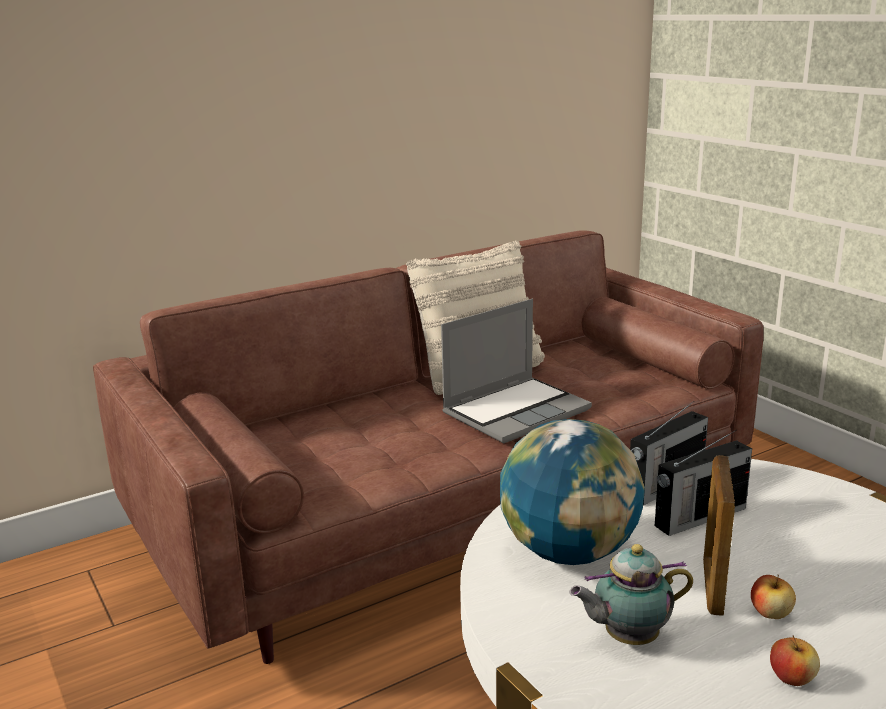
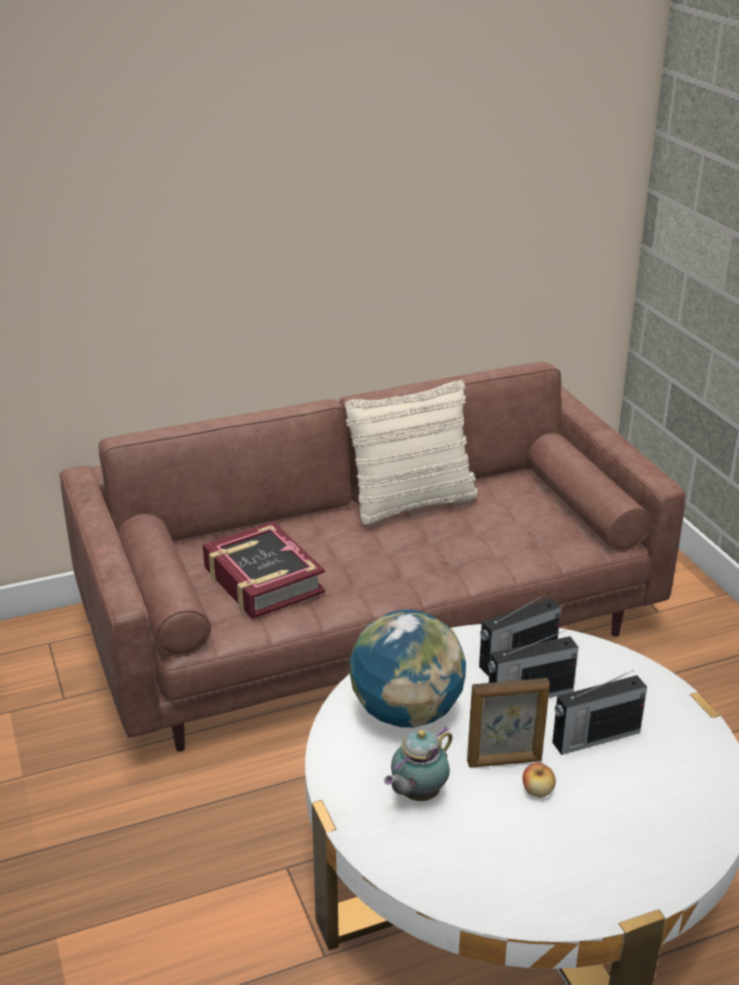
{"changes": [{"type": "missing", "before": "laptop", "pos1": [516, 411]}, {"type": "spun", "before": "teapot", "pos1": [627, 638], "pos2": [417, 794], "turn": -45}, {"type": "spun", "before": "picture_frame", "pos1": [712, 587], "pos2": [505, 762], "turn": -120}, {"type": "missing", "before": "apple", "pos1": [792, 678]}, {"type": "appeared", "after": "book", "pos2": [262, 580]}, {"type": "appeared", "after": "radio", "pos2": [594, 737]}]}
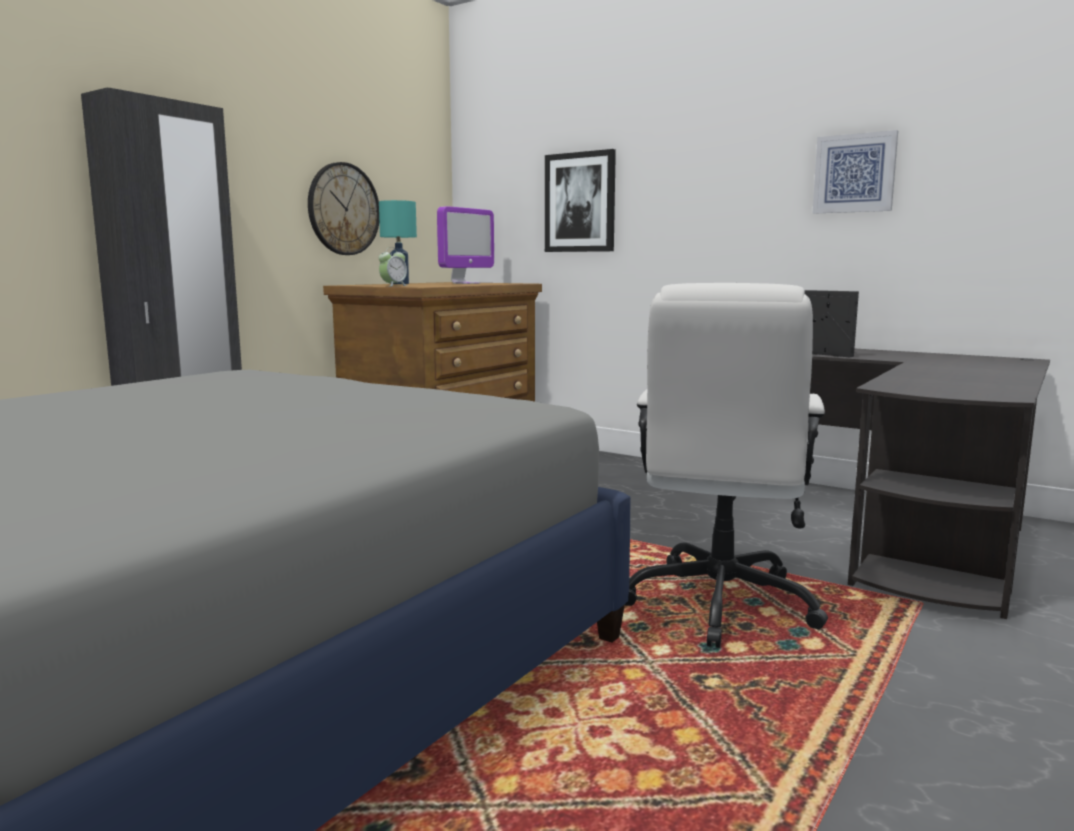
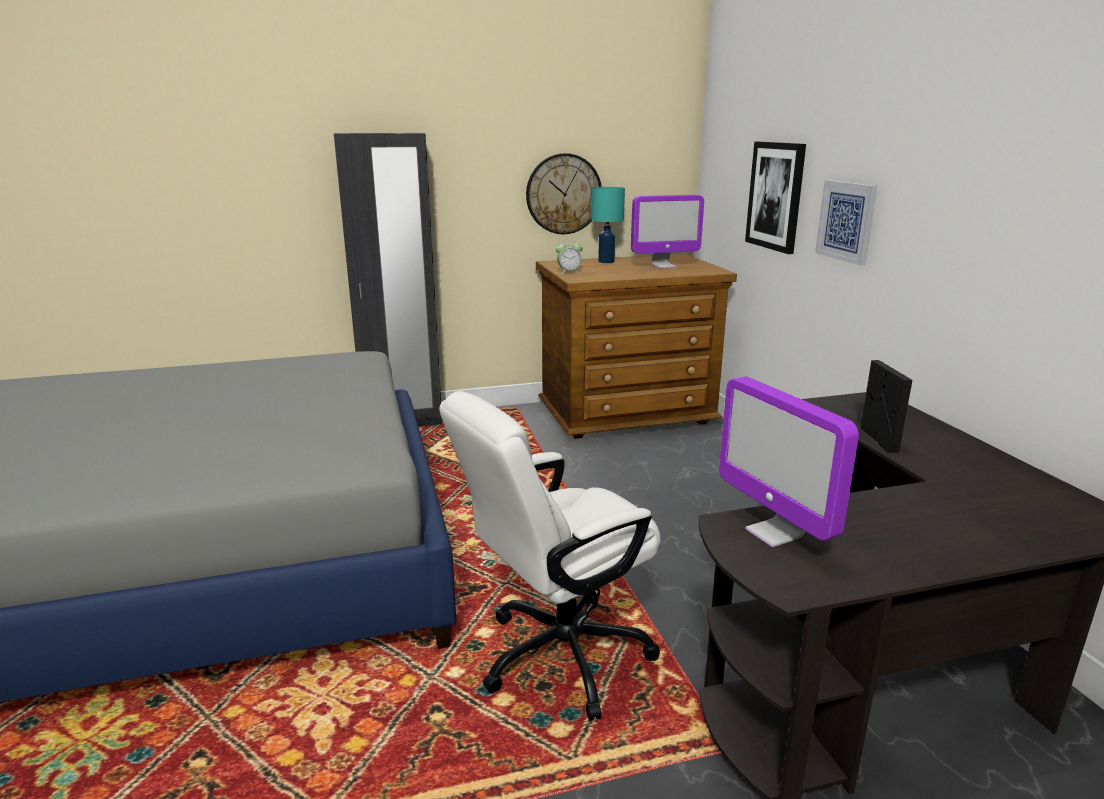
{"changes": [{"type": "relocated", "before": "picture", "pos1": [854, 173], "pos2": [847, 221]}, {"type": "appeared", "after": "monitor", "pos2": [774, 533]}]}
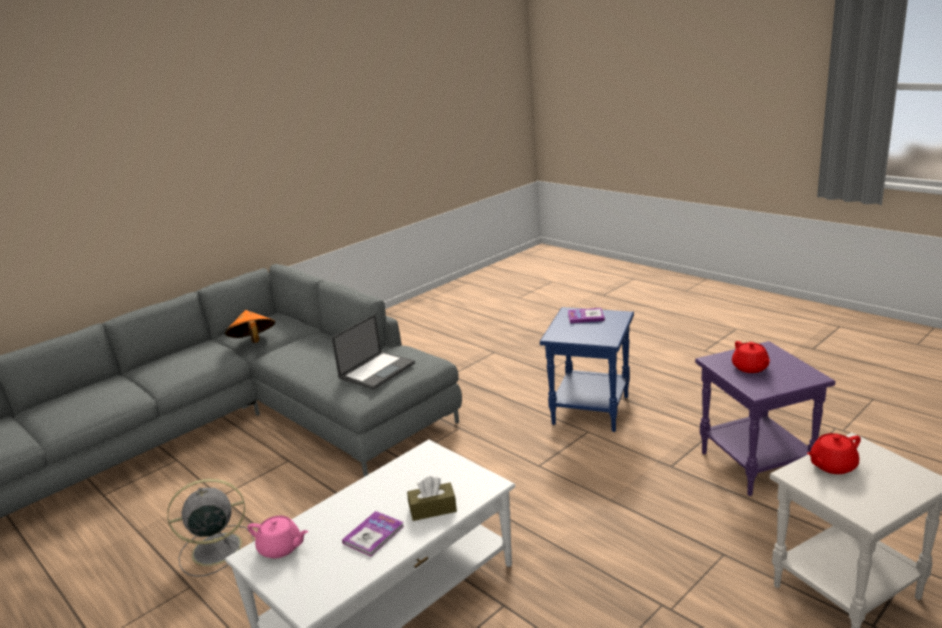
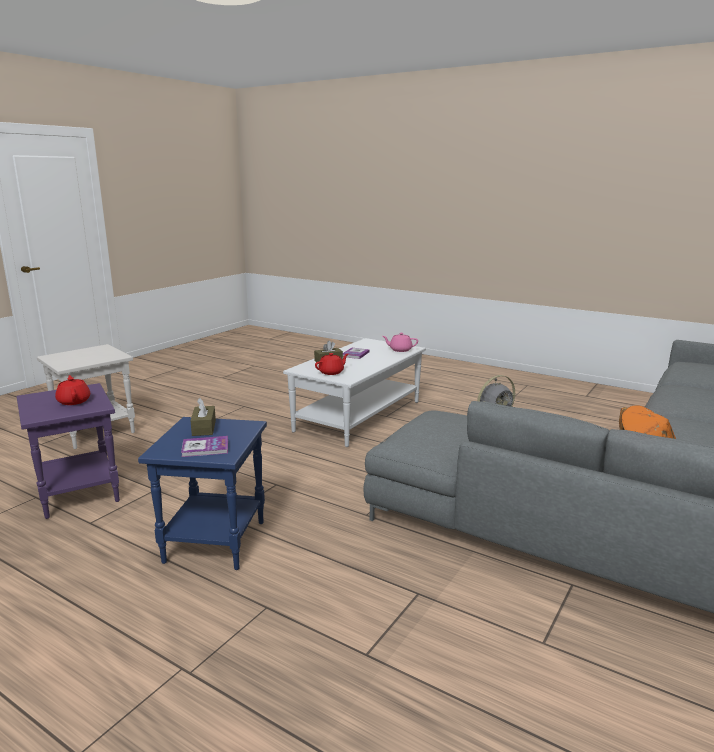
{"changes": [{"type": "missing", "before": "laptop", "pos1": [377, 370]}, {"type": "relocated", "before": "red_teapot", "pos1": [832, 465], "pos2": [331, 372]}, {"type": "appeared", "after": "brown_tissue_box", "pos2": [204, 428]}]}
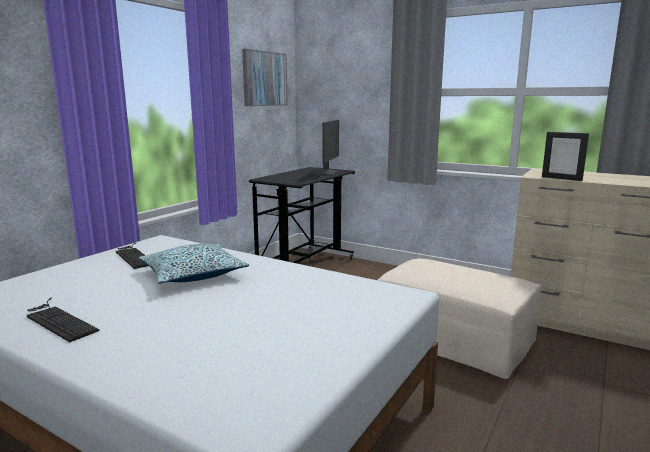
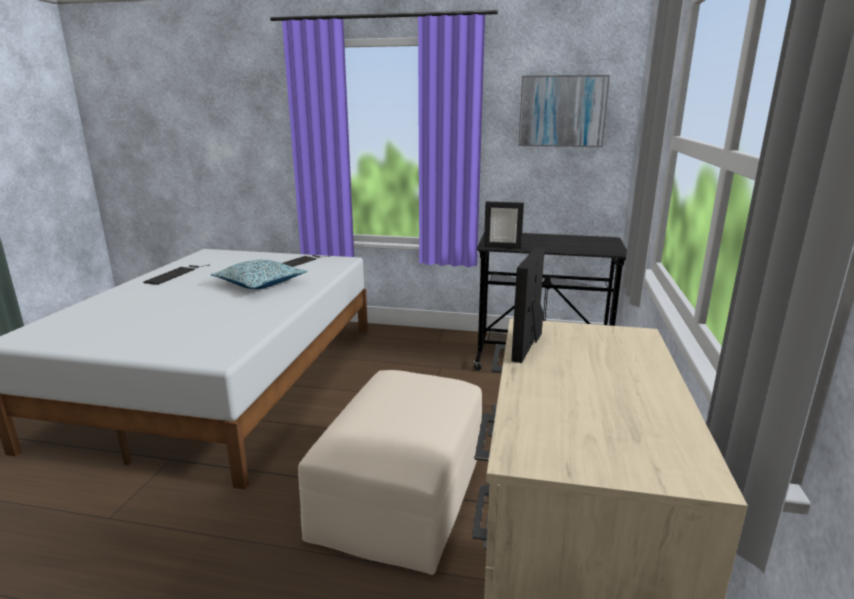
{"changes": [{"type": "missing", "before": "monitor", "pos1": [327, 173]}, {"type": "appeared", "after": "picture_frame", "pos2": [502, 247]}]}
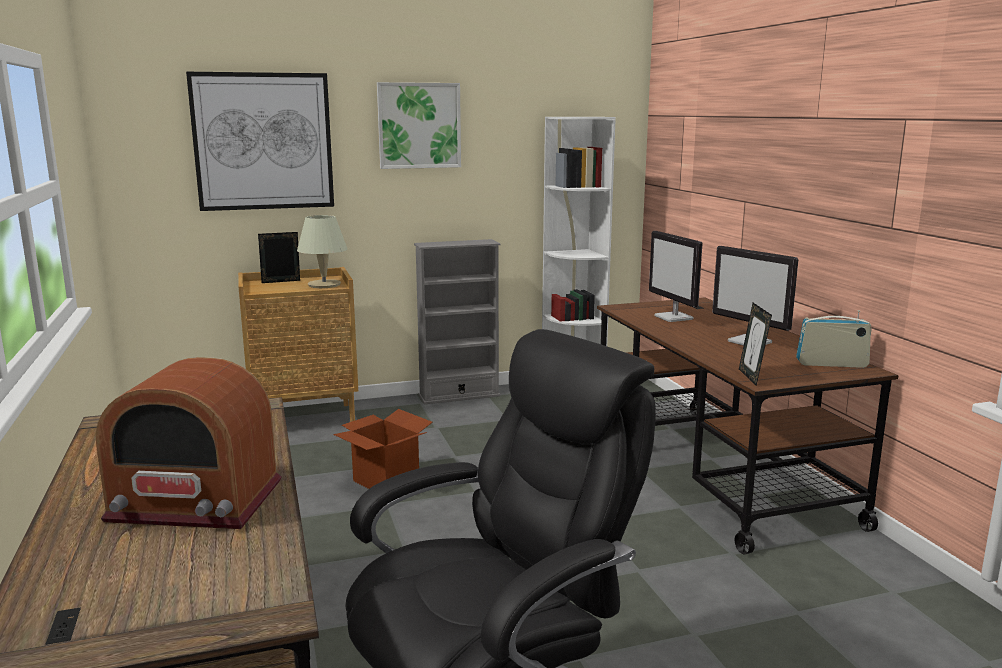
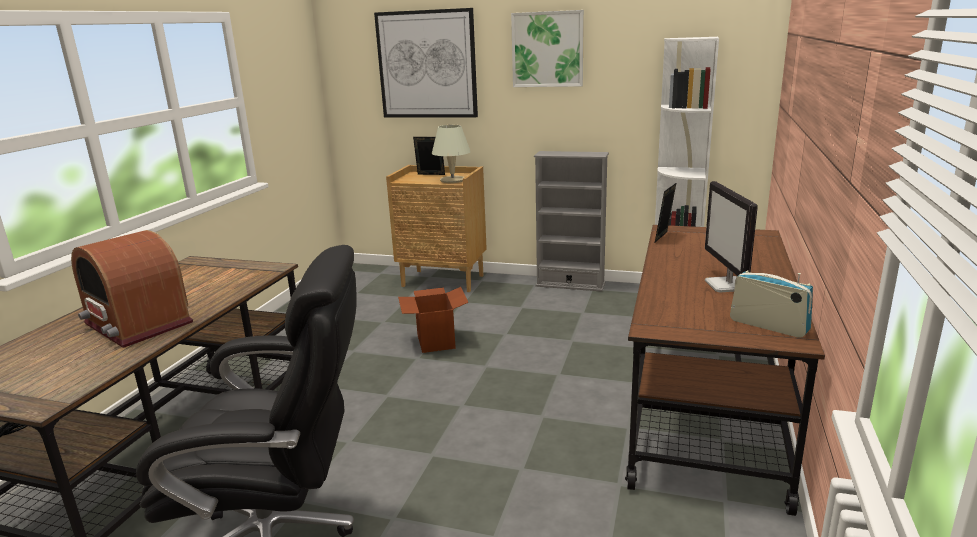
{"changes": [{"type": "missing", "before": "monitor", "pos1": [674, 318]}, {"type": "relocated", "before": "picture_frame", "pos1": [751, 377], "pos2": [664, 237]}]}
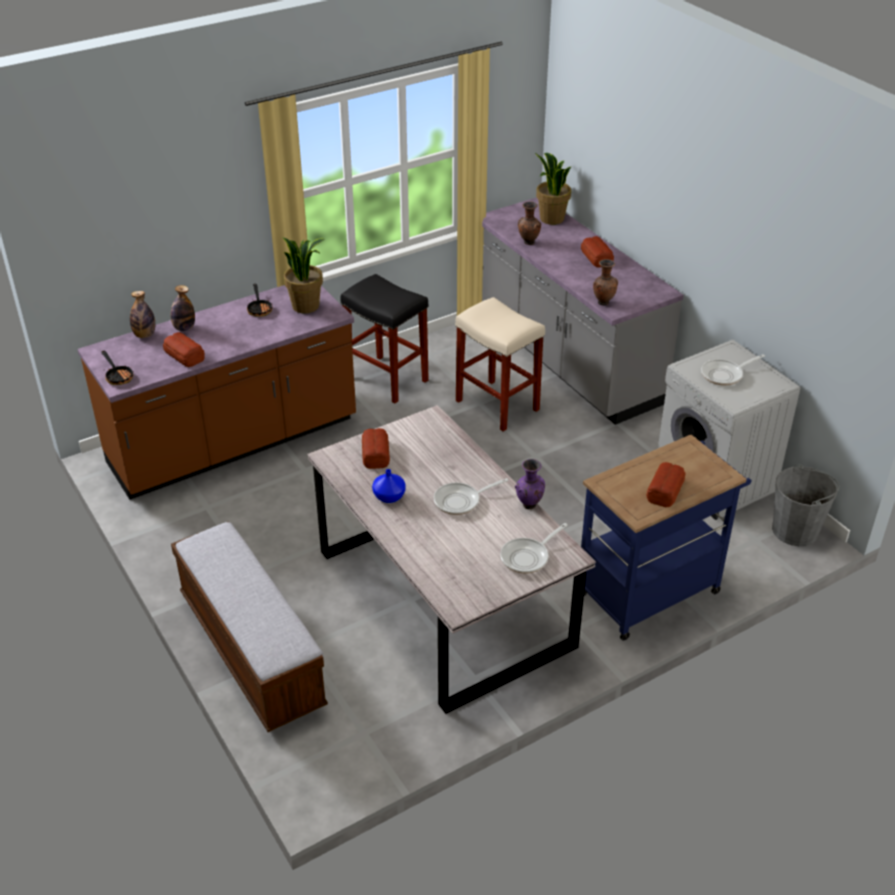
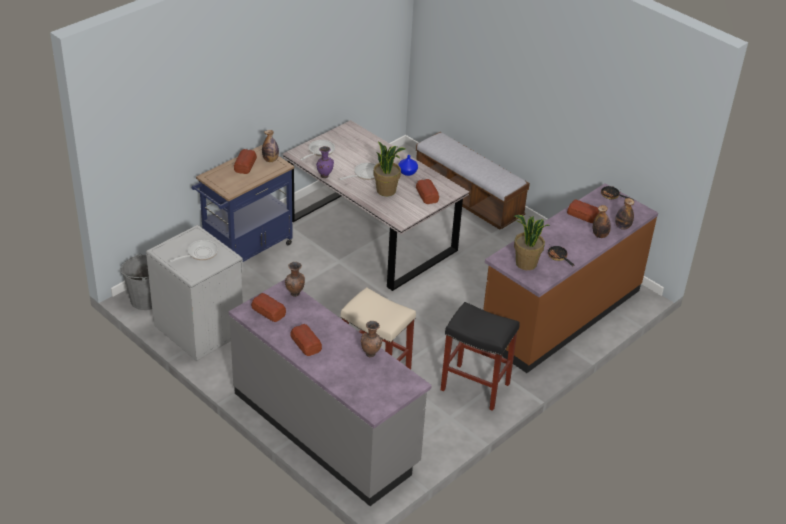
{"changes": [{"type": "relocated", "before": "potted_plant", "pos1": [551, 219], "pos2": [386, 190]}, {"type": "appeared", "after": "bread", "pos2": [268, 311]}, {"type": "appeared", "after": "bottle", "pos2": [270, 160]}]}
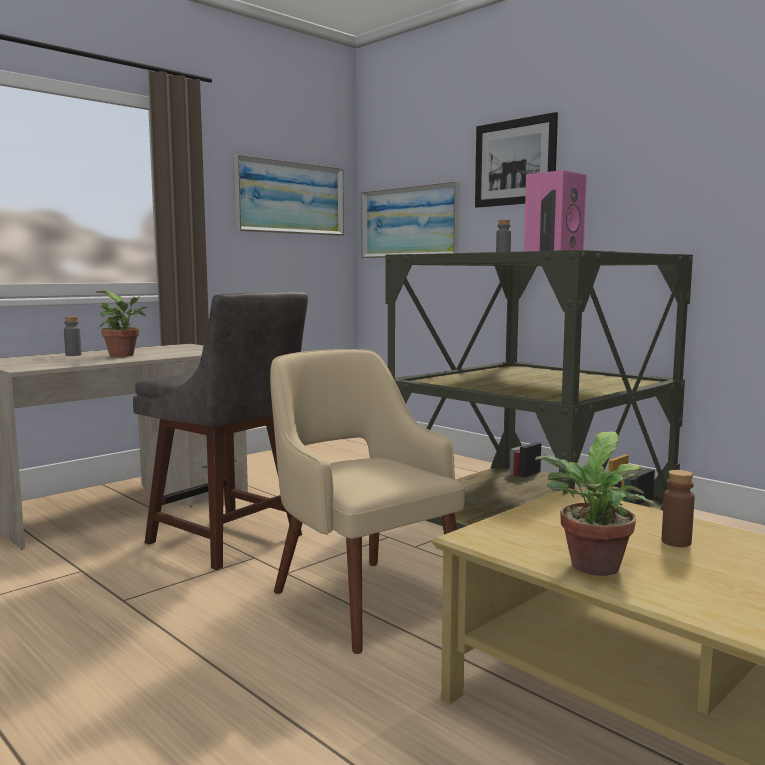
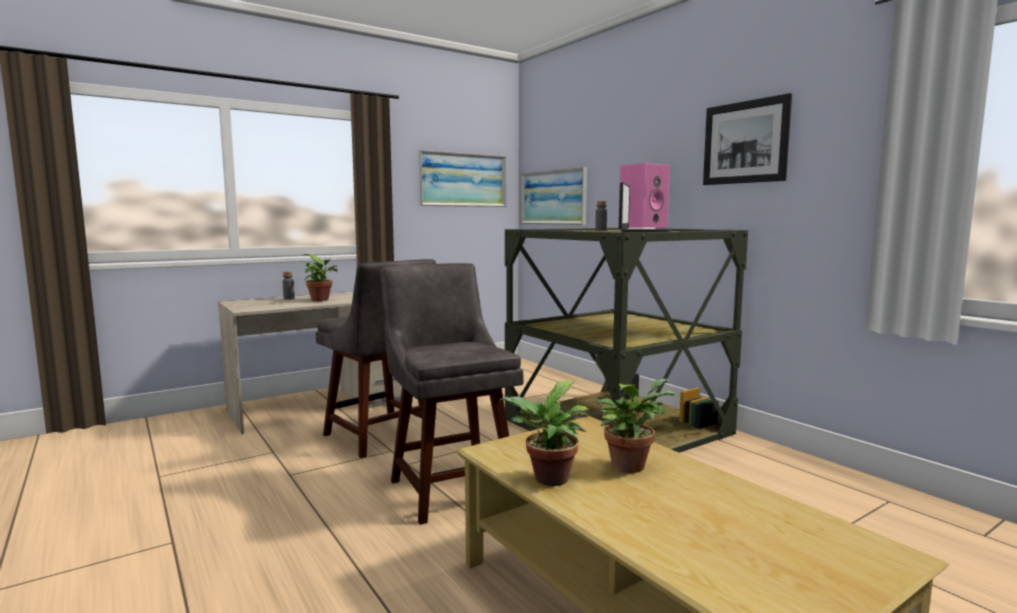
{"changes": [{"type": "exchanged", "before": "beige_armchair", "after": "grey_stool", "pos1": [363, 599], "pos2": [451, 488]}, {"type": "relocated", "before": "picture", "pos1": [515, 162], "pos2": [745, 142]}, {"type": "exchanged", "before": "brown_bottle", "after": "potted_plant", "pos1": [676, 542], "pos2": [630, 464]}]}
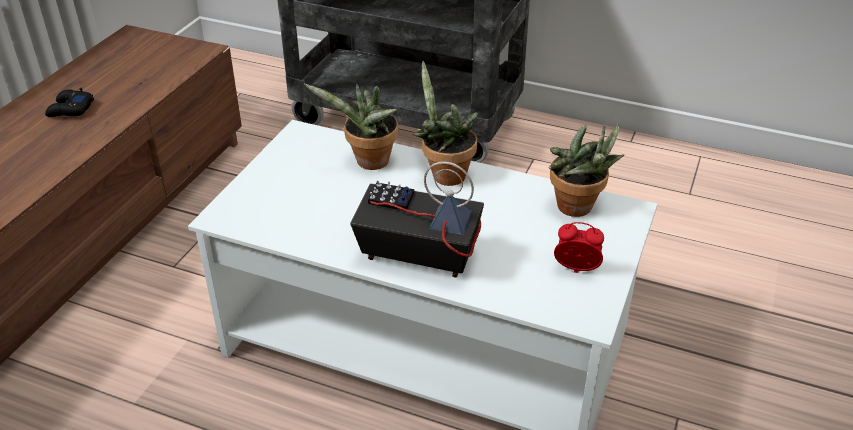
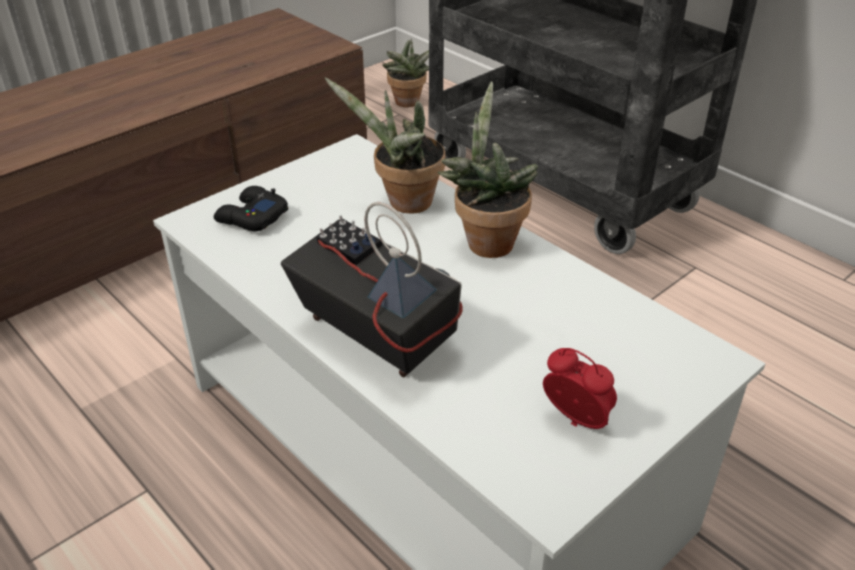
{"changes": [{"type": "relocated", "before": "black_game_controller", "pos1": [70, 109], "pos2": [251, 217]}, {"type": "relocated", "before": "potted_plant", "pos1": [578, 209], "pos2": [407, 104]}]}
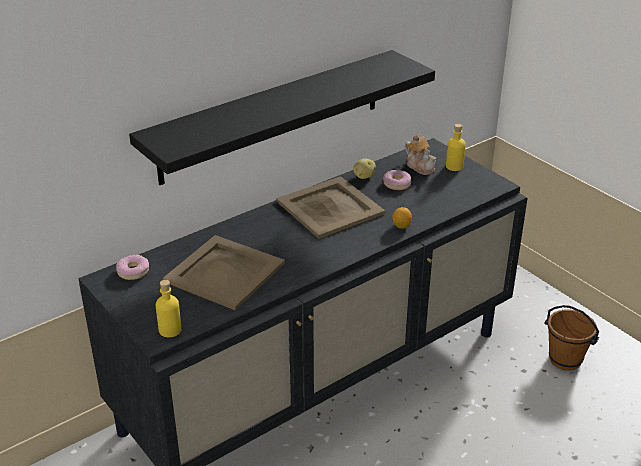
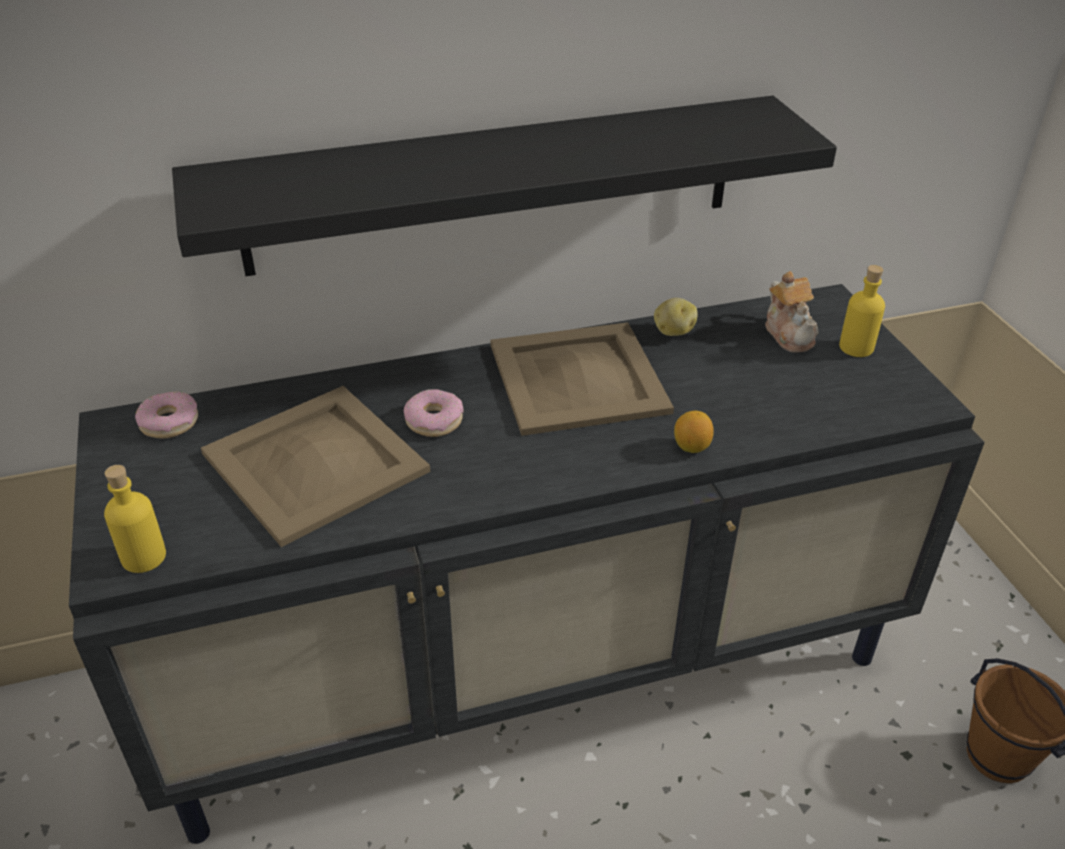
{"changes": [{"type": "relocated", "before": "donut", "pos1": [397, 184], "pos2": [434, 421]}]}
